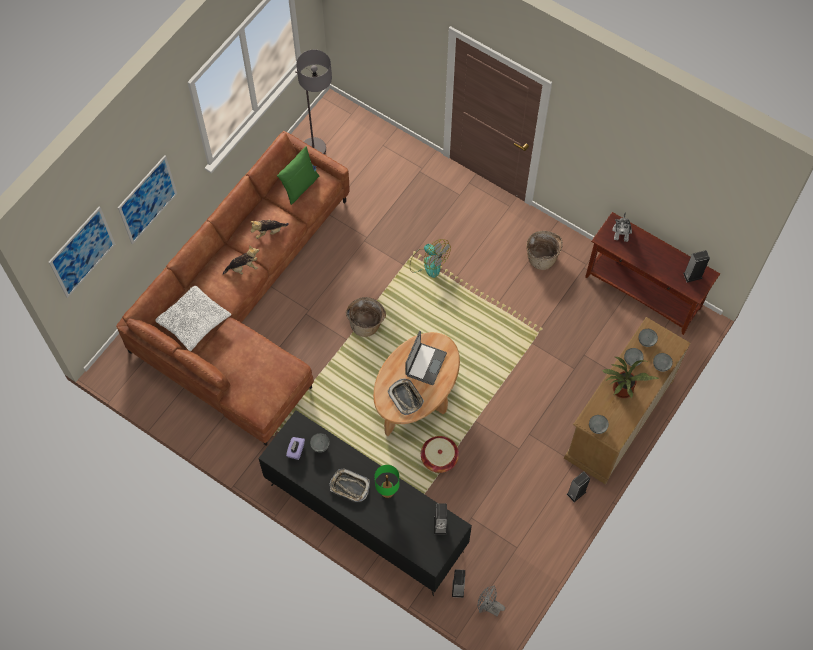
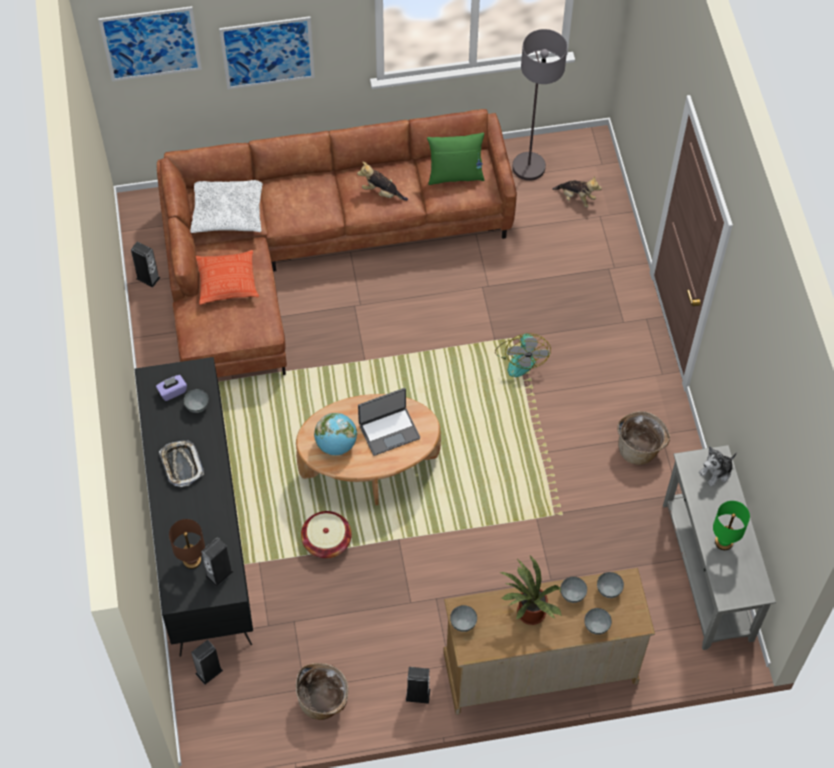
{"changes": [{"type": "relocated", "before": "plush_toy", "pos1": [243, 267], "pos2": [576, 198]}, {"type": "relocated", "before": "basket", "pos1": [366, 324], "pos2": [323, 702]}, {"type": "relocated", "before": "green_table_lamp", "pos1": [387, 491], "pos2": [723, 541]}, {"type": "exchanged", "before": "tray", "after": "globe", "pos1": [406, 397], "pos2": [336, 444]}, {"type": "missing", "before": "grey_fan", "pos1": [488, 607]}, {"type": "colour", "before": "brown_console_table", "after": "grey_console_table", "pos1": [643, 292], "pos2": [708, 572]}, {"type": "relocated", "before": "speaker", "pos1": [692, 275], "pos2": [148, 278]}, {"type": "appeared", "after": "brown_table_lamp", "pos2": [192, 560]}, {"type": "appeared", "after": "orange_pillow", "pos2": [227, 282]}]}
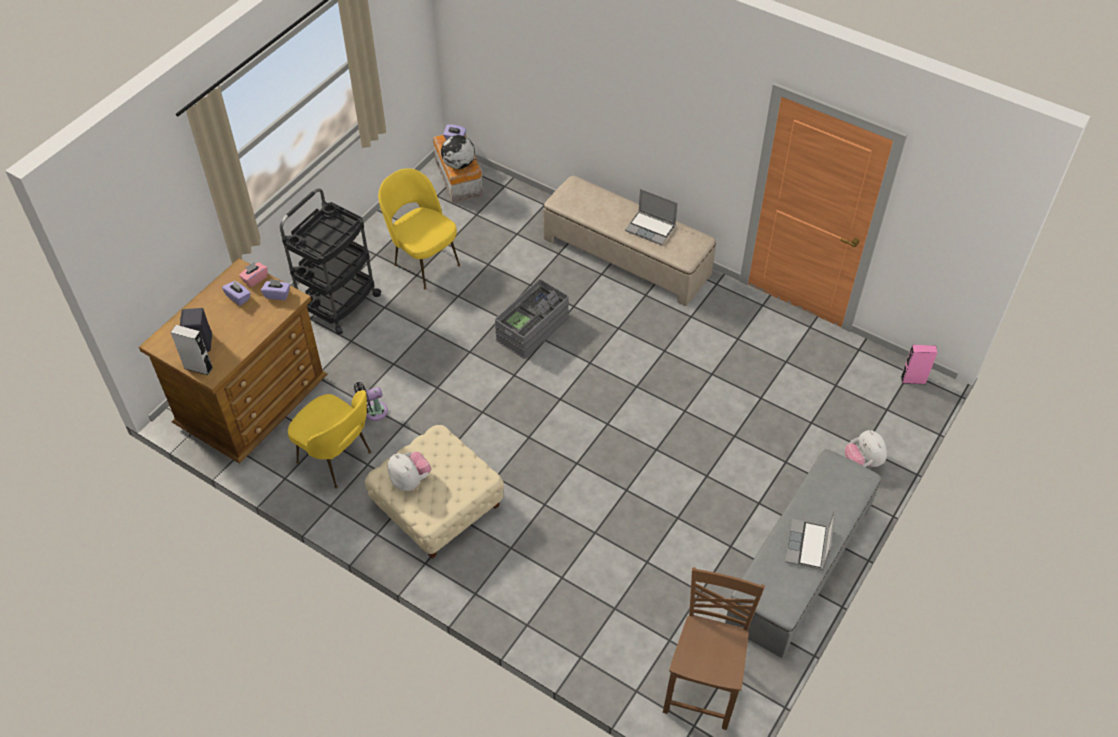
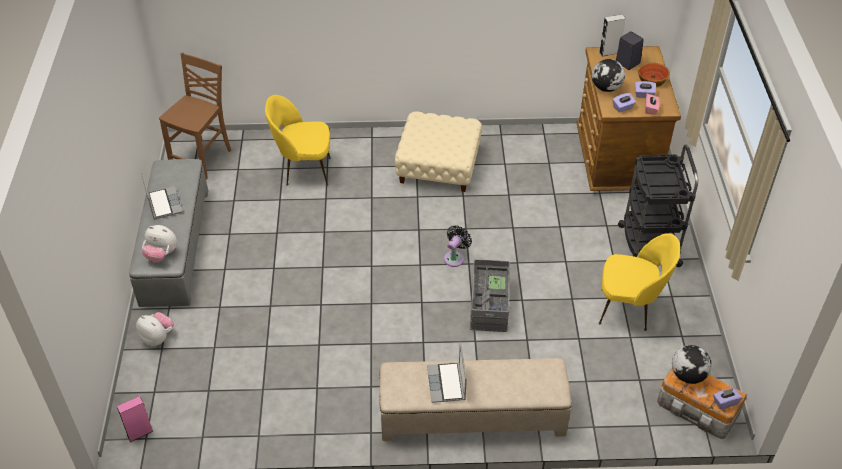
{"changes": [{"type": "relocated", "before": "yellow_chair", "pos1": [338, 461], "pos2": [303, 171]}, {"type": "relocated", "before": "black_fan", "pos1": [373, 412], "pos2": [455, 257]}, {"type": "relocated", "before": "plush_toy", "pos1": [410, 480], "pos2": [161, 254]}, {"type": "spun", "before": "laptop", "pos1": [651, 228], "pos2": [447, 384], "turn": -90}, {"type": "spun", "before": "brown_chair", "pos1": [704, 686], "pos2": [203, 158], "turn": -135}, {"type": "appeared", "after": "globe", "pos2": [606, 88]}, {"type": "appeared", "after": "bowl", "pos2": [652, 79]}]}
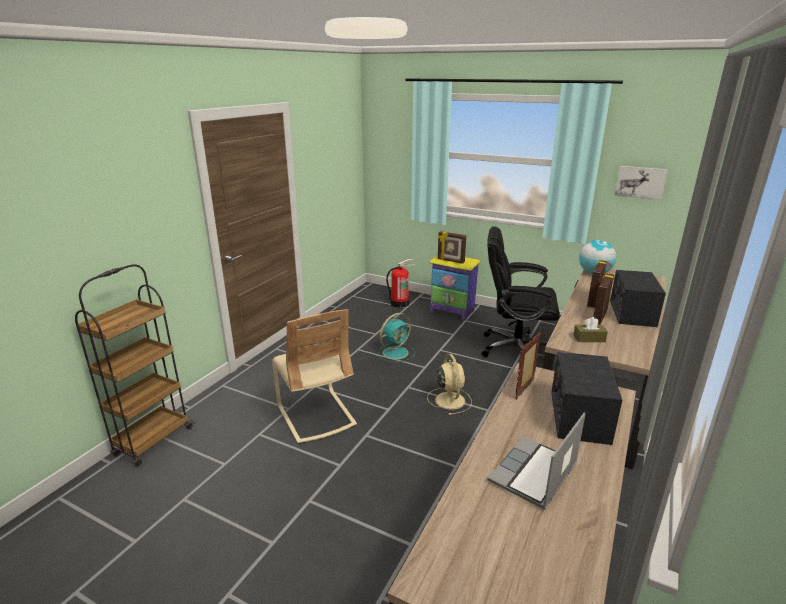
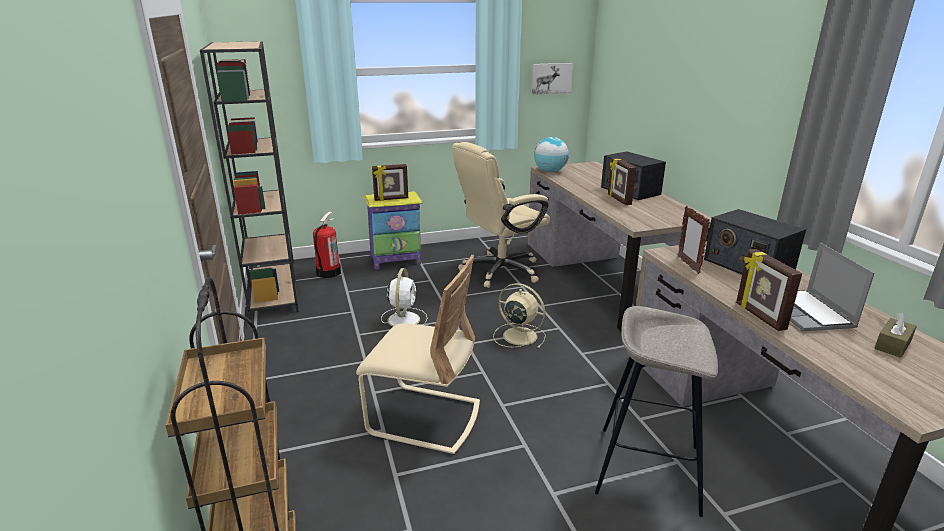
{"changes": [{"type": "colour", "before": "turquoise_fan", "after": "white_fan", "pos1": [396, 352], "pos2": [404, 319]}, {"type": "colour", "before": "black_office_chair", "after": "beige_office_chair", "pos1": [516, 349], "pos2": [501, 270]}, {"type": "relocated", "before": "brown_tissue_box", "pos1": [589, 338], "pos2": [892, 345]}, {"type": "relocated", "before": "picture_frame", "pos1": [593, 301], "pos2": [759, 316]}, {"type": "appeared", "after": "bookcase", "pos2": [273, 292]}, {"type": "appeared", "after": "grey_stool", "pos2": [647, 468]}]}
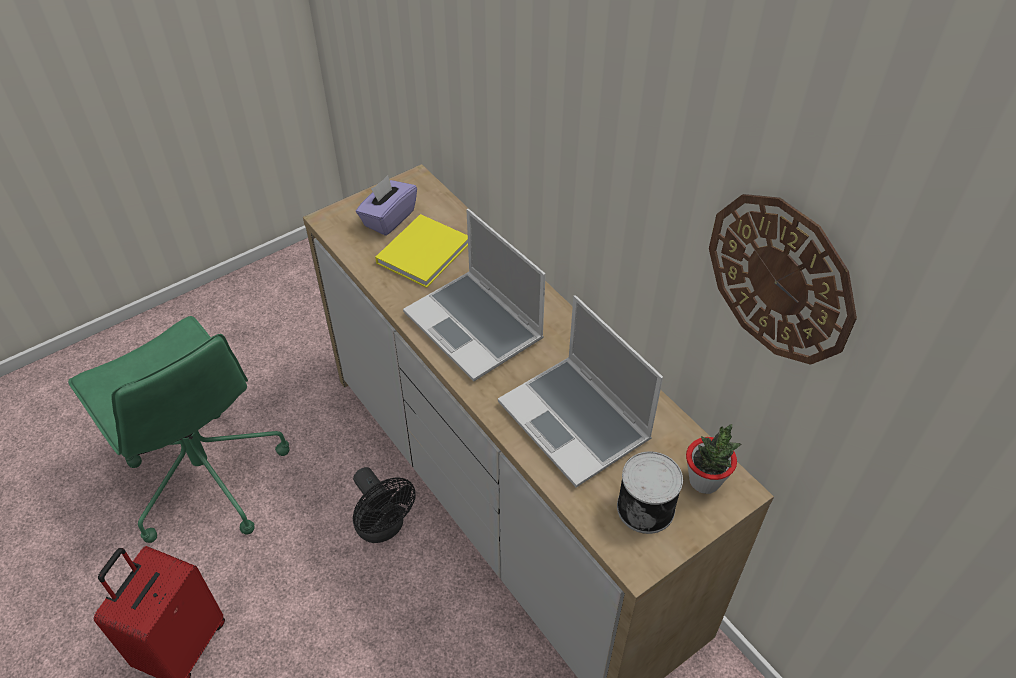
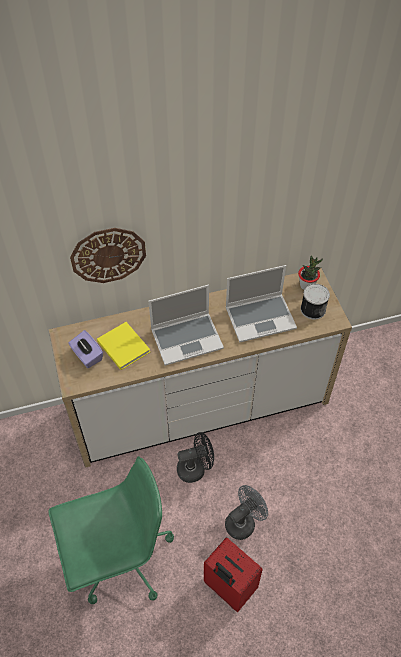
{"changes": [{"type": "relocated", "before": "wall_clock", "pos1": [780, 278], "pos2": [108, 255]}, {"type": "appeared", "after": "grey_fan", "pos2": [243, 522]}]}
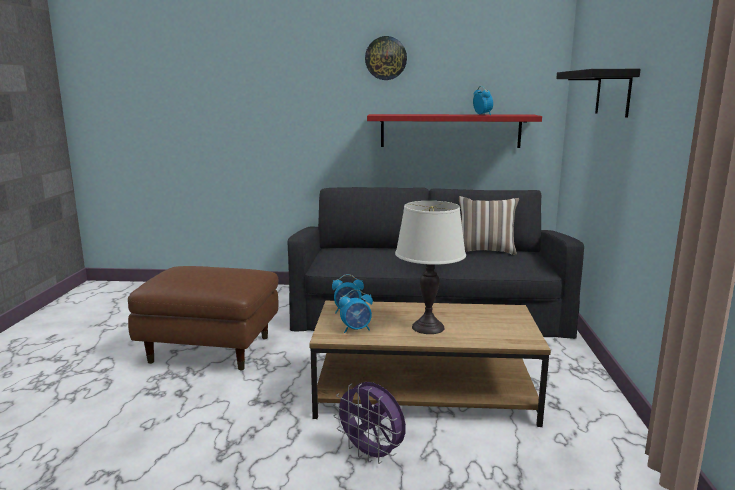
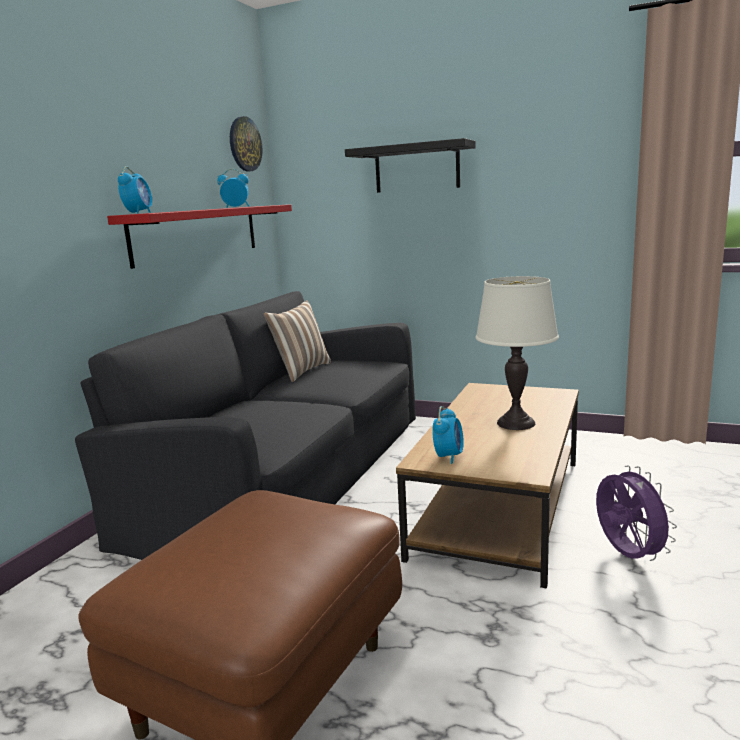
{"changes": [{"type": "spun", "before": "purple_fan", "pos1": [371, 454], "pos2": [626, 555], "turn": -75}, {"type": "relocated", "before": "alarm_clock", "pos1": [356, 329], "pos2": [139, 213]}, {"type": "relocated", "before": "wall_clock", "pos1": [386, 58], "pos2": [244, 144]}]}
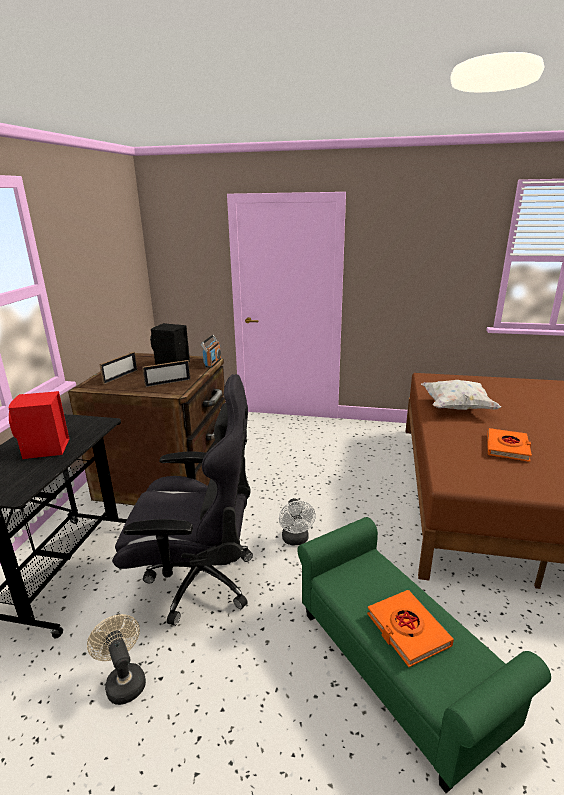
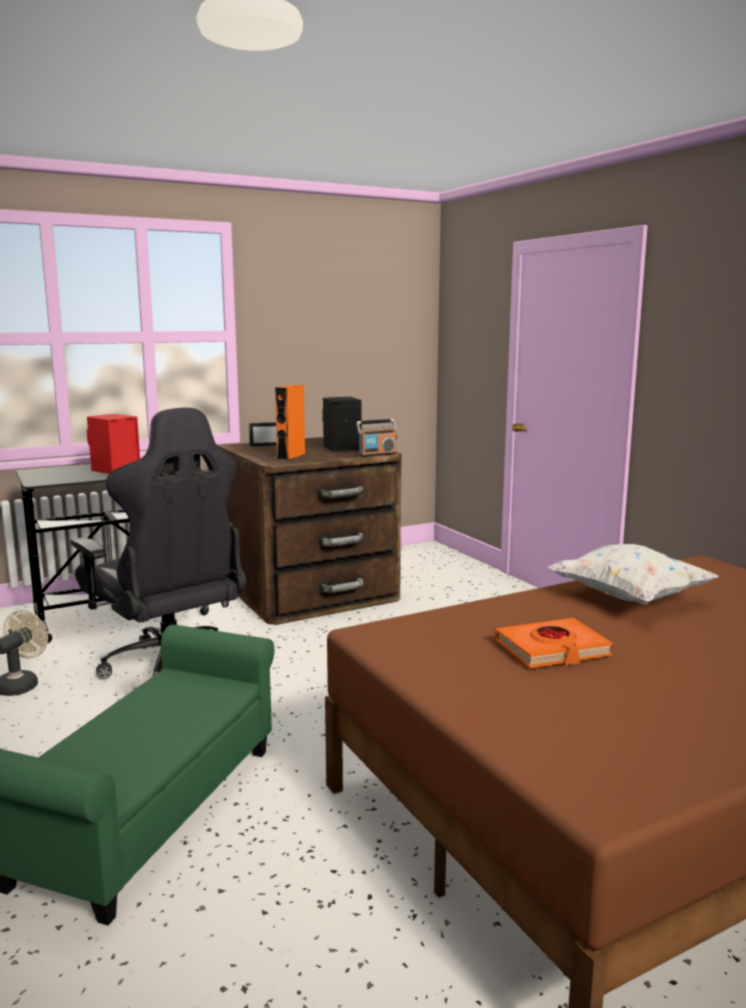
{"changes": [{"type": "exchanged", "before": "picture_frame", "after": "orange_speaker", "pos1": [168, 383], "pos2": [291, 457]}, {"type": "missing", "before": "white_fan", "pos1": [296, 540]}, {"type": "missing", "before": "orange_book", "pos1": [407, 630]}]}
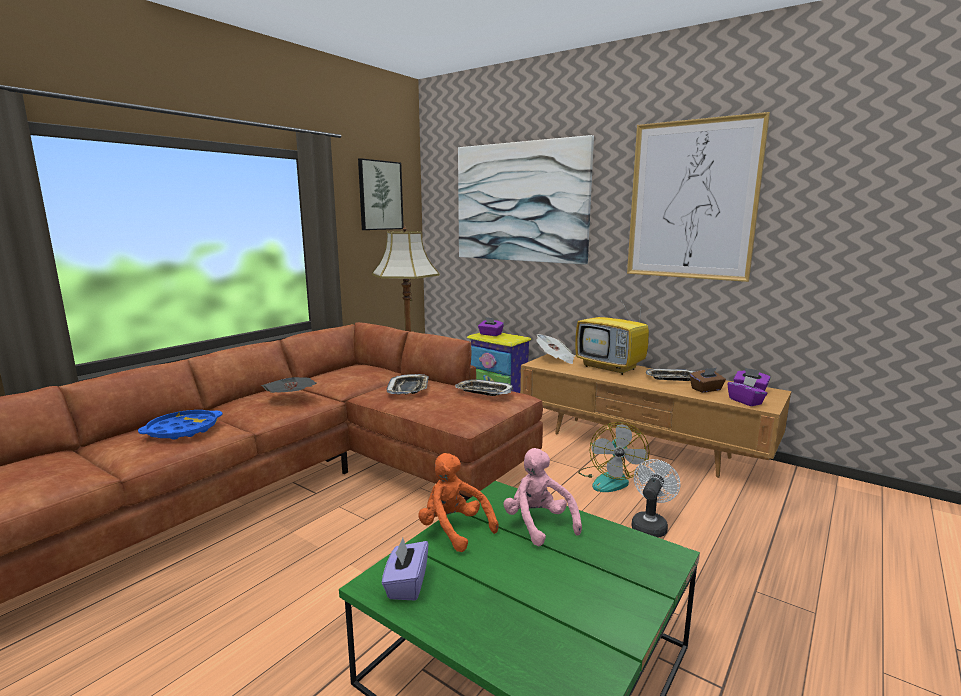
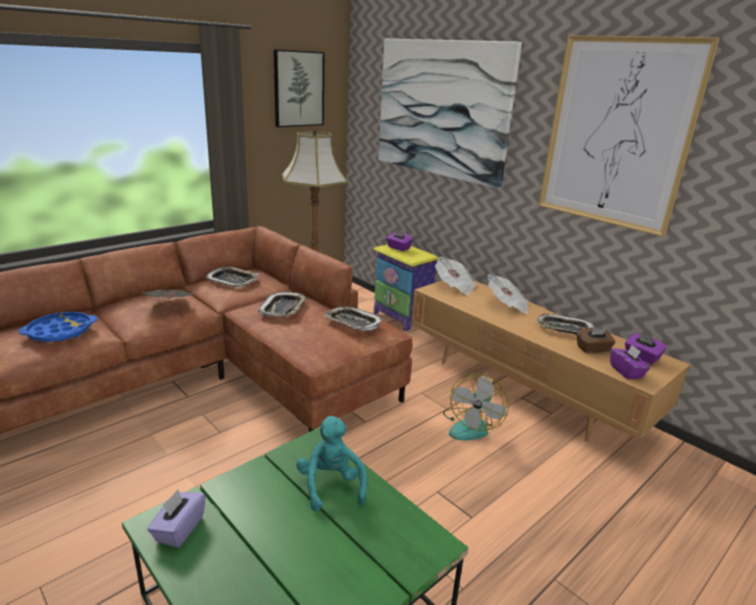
{"changes": [{"type": "missing", "before": "orange_plush_toy", "pos1": [454, 529]}, {"type": "colour", "before": "pink_plush_toy", "after": "turquoise_plush_toy", "pos1": [538, 524], "pos2": [331, 485]}, {"type": "exchanged", "before": "television", "after": "newspaper", "pos1": [611, 368], "pos2": [507, 305]}, {"type": "missing", "before": "white_fan", "pos1": [650, 525]}, {"type": "appeared", "after": "tray", "pos2": [233, 280]}]}
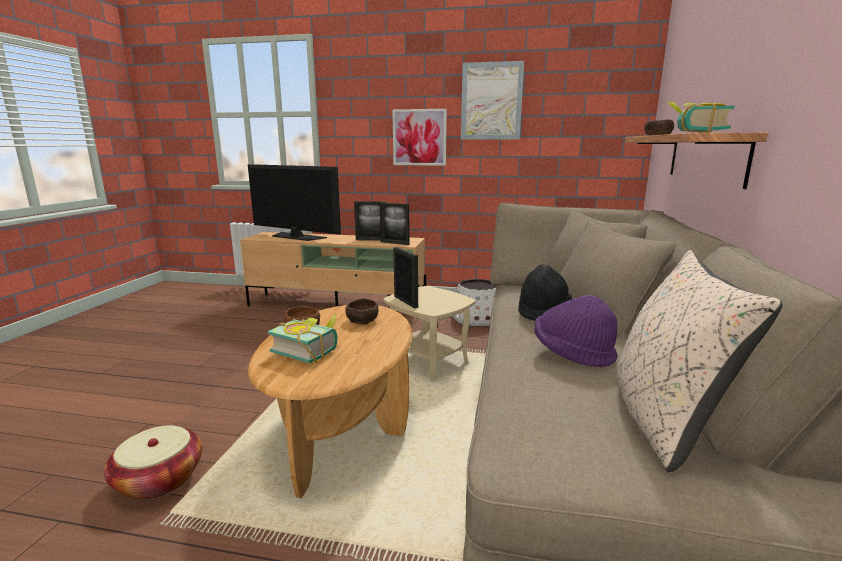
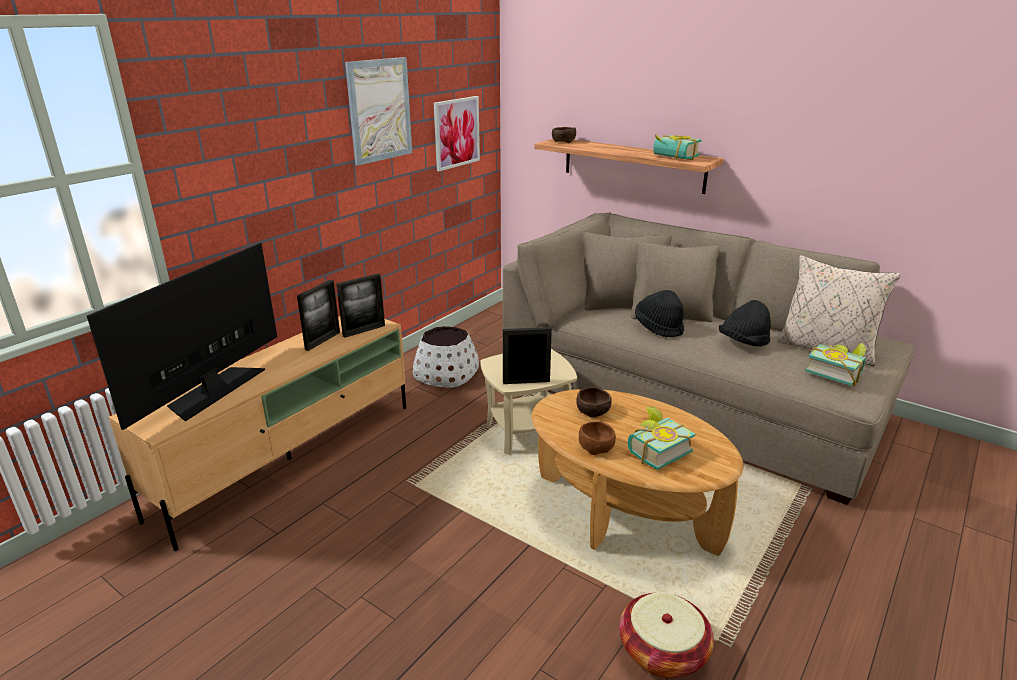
{"changes": [{"type": "spun", "before": "television", "pos1": [296, 237], "pos2": [214, 390], "turn": 150}, {"type": "relocated", "before": "picture", "pos1": [419, 137], "pos2": [456, 133]}, {"type": "colour", "before": "purple_hat", "after": "black_hat", "pos1": [572, 354], "pos2": [743, 343]}, {"type": "appeared", "after": "book", "pos2": [835, 372]}]}
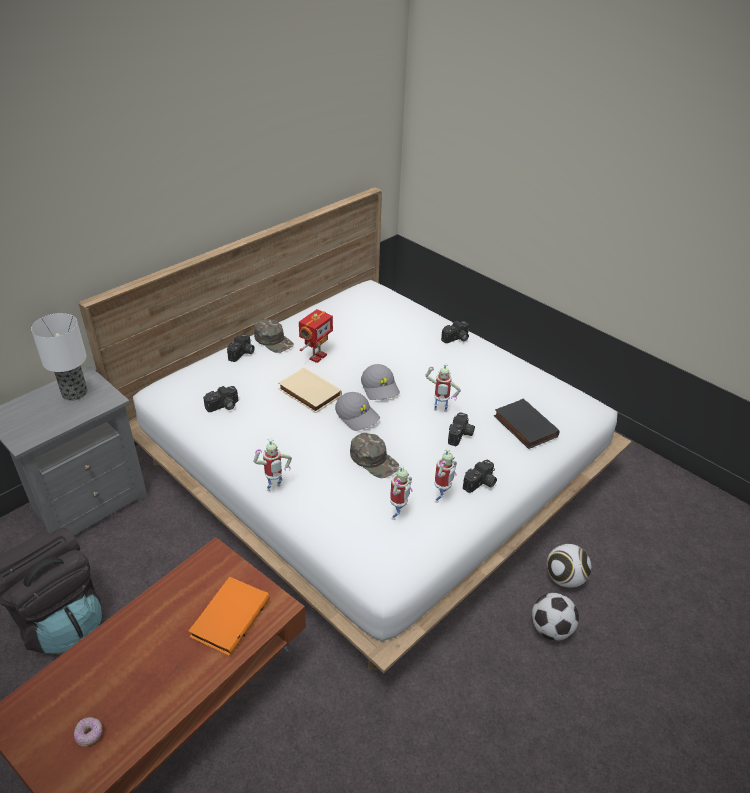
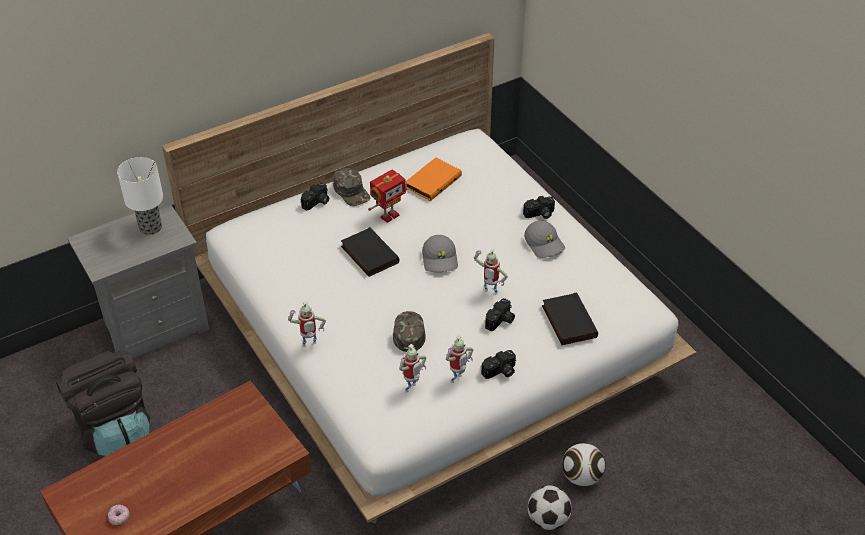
{"changes": [{"type": "relocated", "before": "orange_book", "pos1": [229, 617], "pos2": [432, 181]}, {"type": "missing", "before": "photo_camera", "pos1": [223, 406]}, {"type": "colour", "before": "beige_book", "after": "black_book", "pos1": [308, 393], "pos2": [368, 255]}, {"type": "relocated", "before": "grey_cap", "pos1": [358, 416], "pos2": [545, 244]}, {"type": "spun", "before": "green_cap", "pos1": [374, 460], "pos2": [408, 332], "turn": -150}]}
